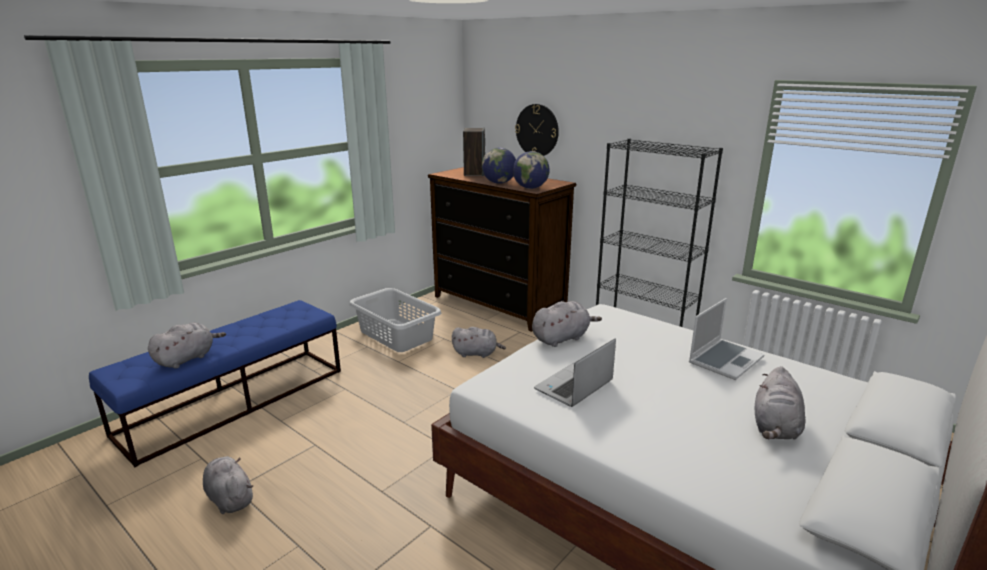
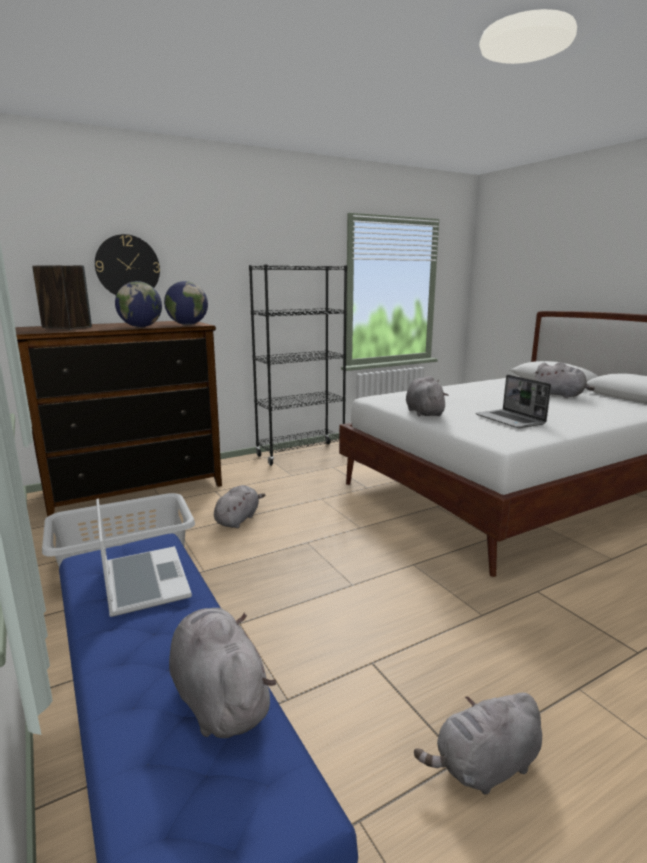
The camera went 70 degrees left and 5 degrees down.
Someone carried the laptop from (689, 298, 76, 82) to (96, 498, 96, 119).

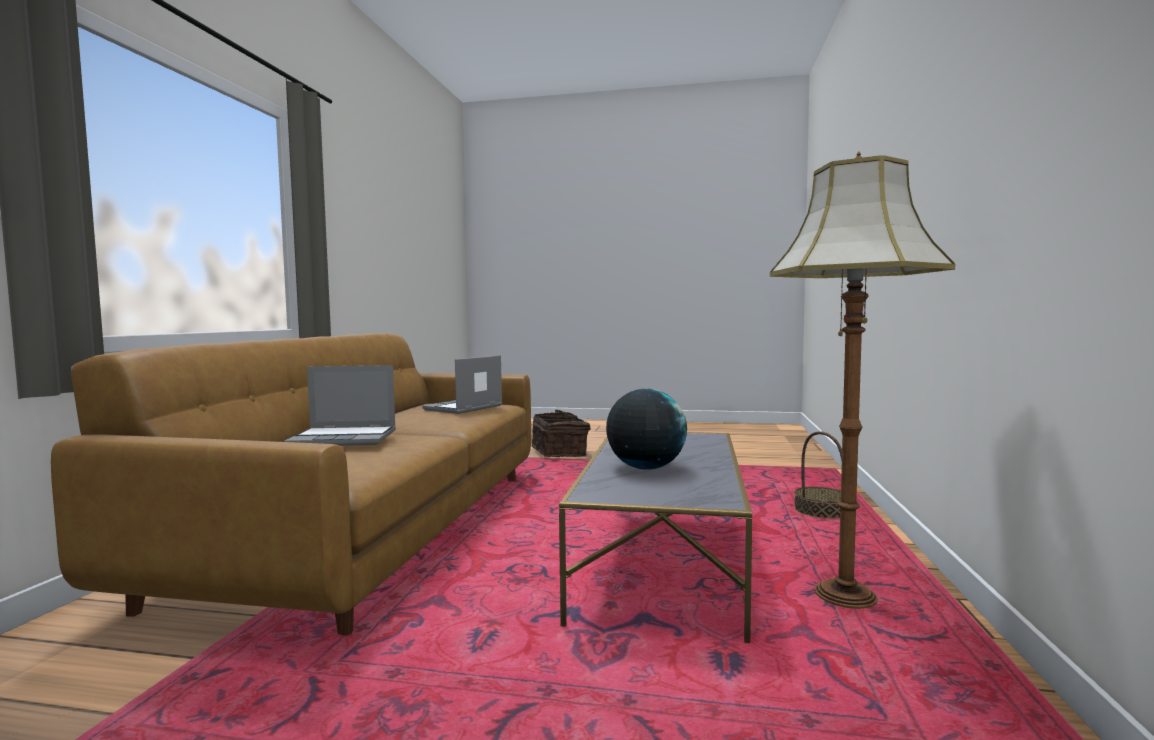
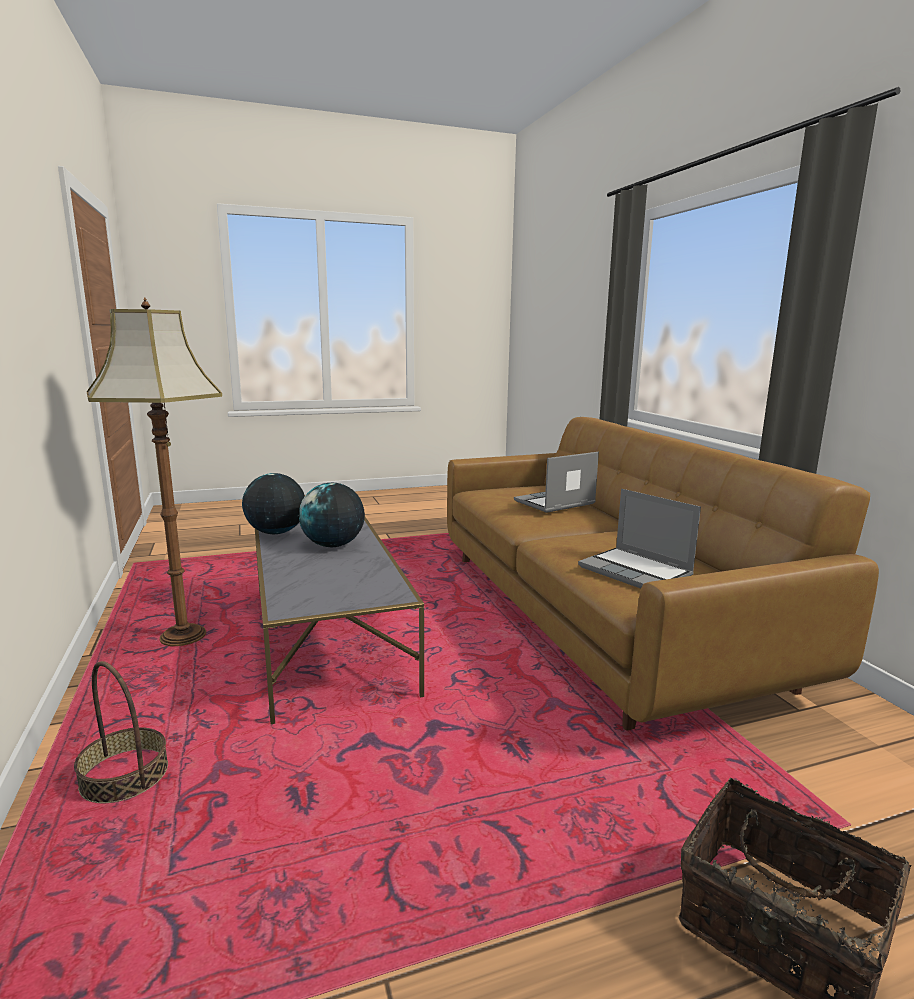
The camera went 150 degrees right and 10 degrees up.
Someone rotated the laptop at (422, 355, 80, 59) by 135 degrees clockwise.
Someone put down the globus at (242, 473, 63, 61).

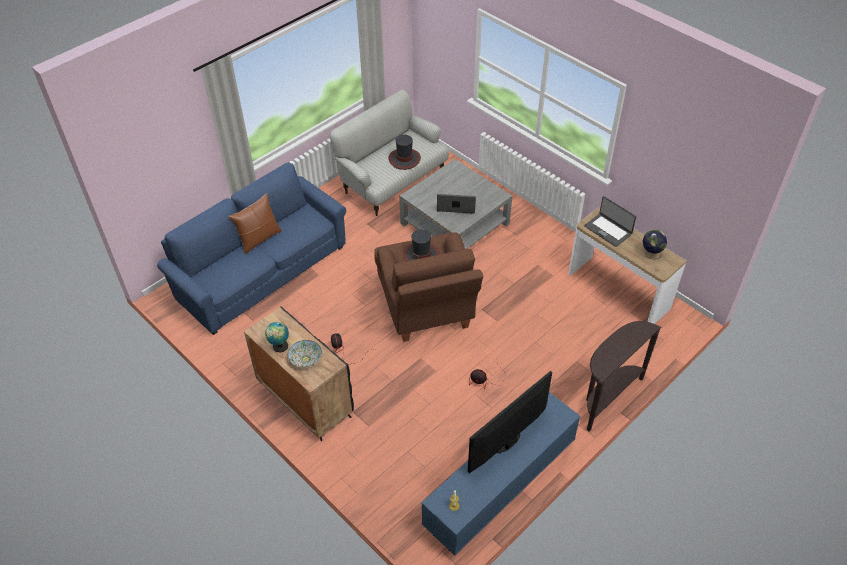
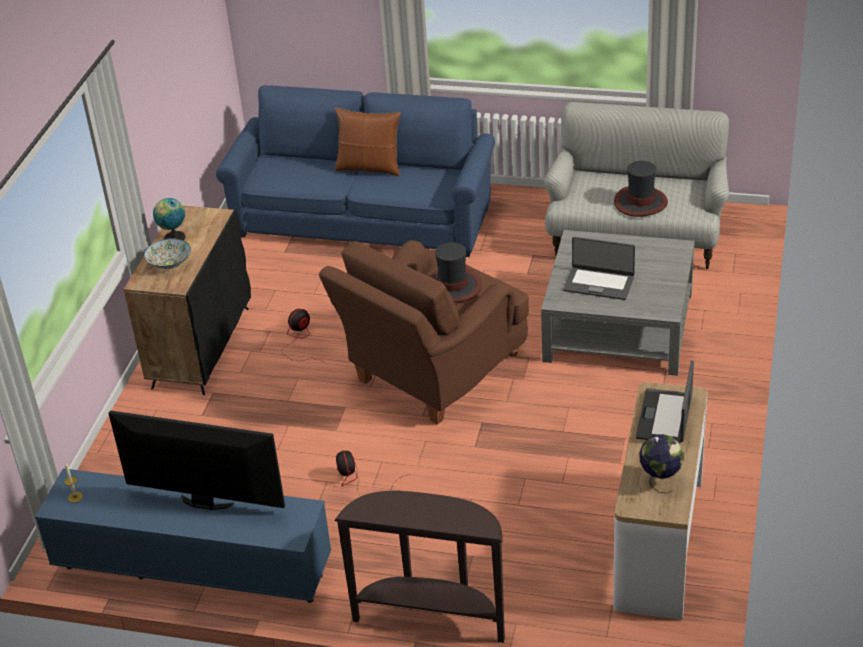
The camera went 60 degrees right and 10 degrees down.
Someone rotated the laptop at (437, 194, 39, 20) by 135 degrees clockwise.

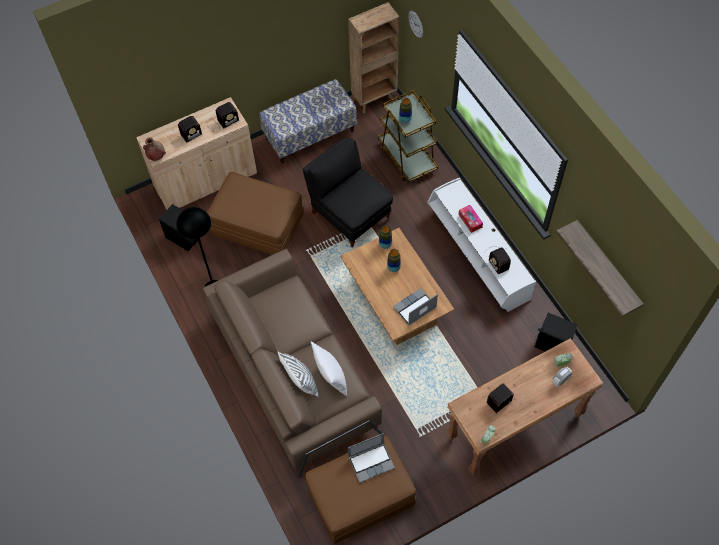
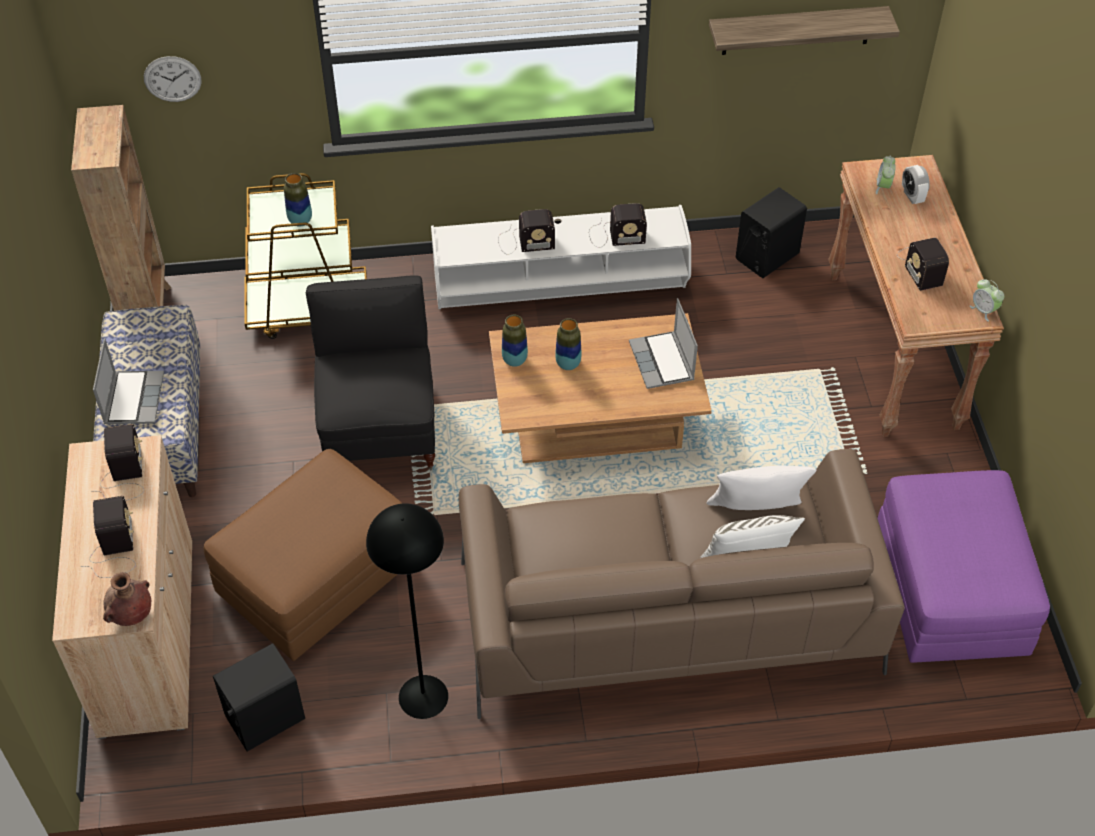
The camera went 70 degrees left and 10 degrees down.
Someone rotated the fotel/czarny at (303, 138, 90, 110) by 105 degrees clockwise.
Someone repainted the pufa/brązowy at (305, 436, 111, 108), which became the pufa/fioletowy at (878, 470, 172, 193).
Someone carried the laptop from (348, 433, 47, 50) to (93, 338, 71, 86).
Someone swapped the pudełko chusteczek at (458, 205, 25, 28) for the radio at (498, 209, 57, 46).

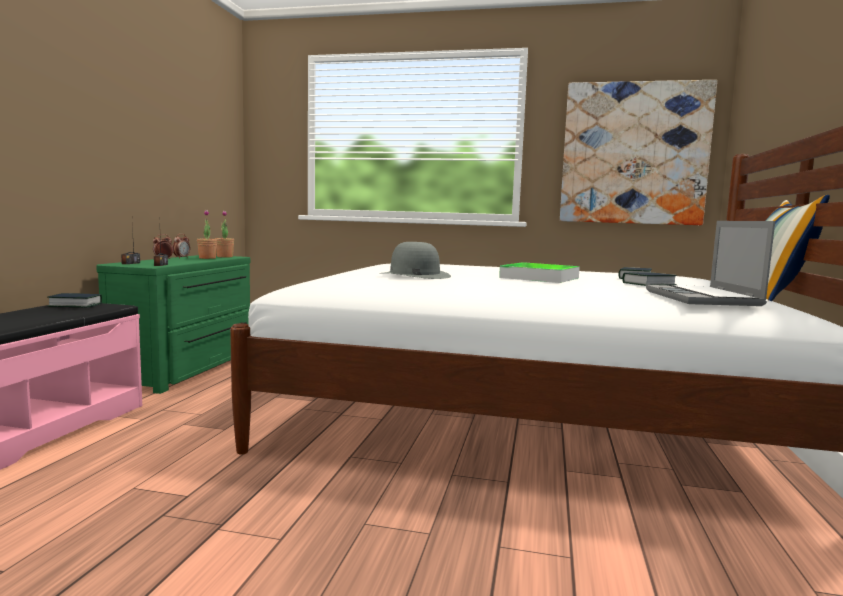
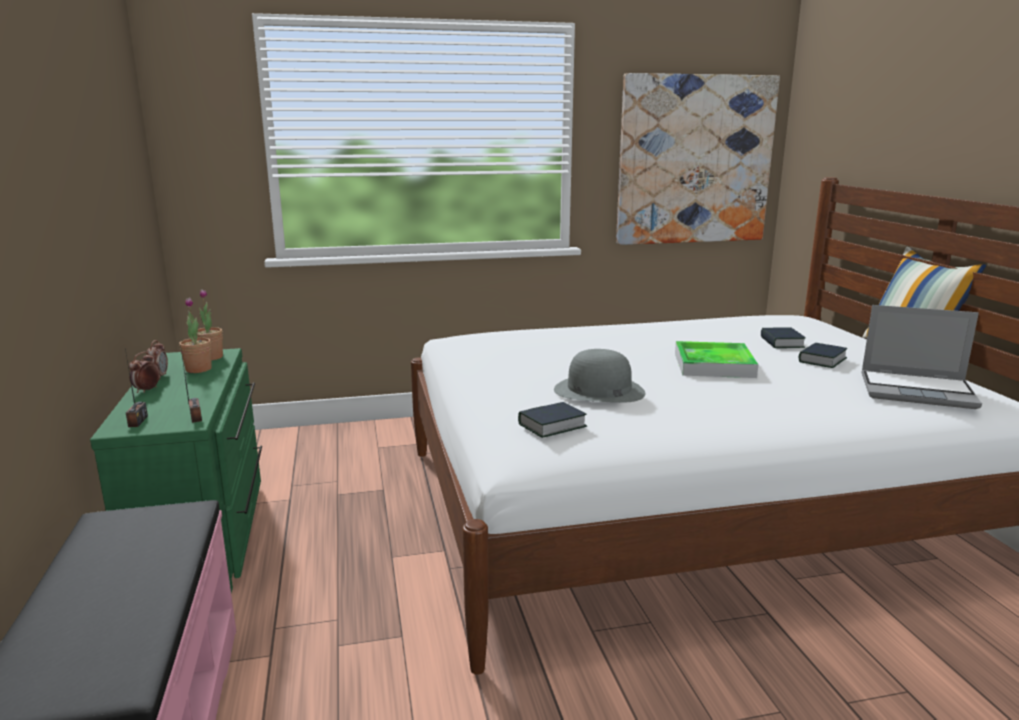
The camera went 25 degrees left and 10 degrees up.
Someone carried the książka from (48, 293, 54, 14) to (518, 402, 69, 36).
Someone rotated the laptop at (646, 221, 129, 85) by 45 degrees counterclockwise.

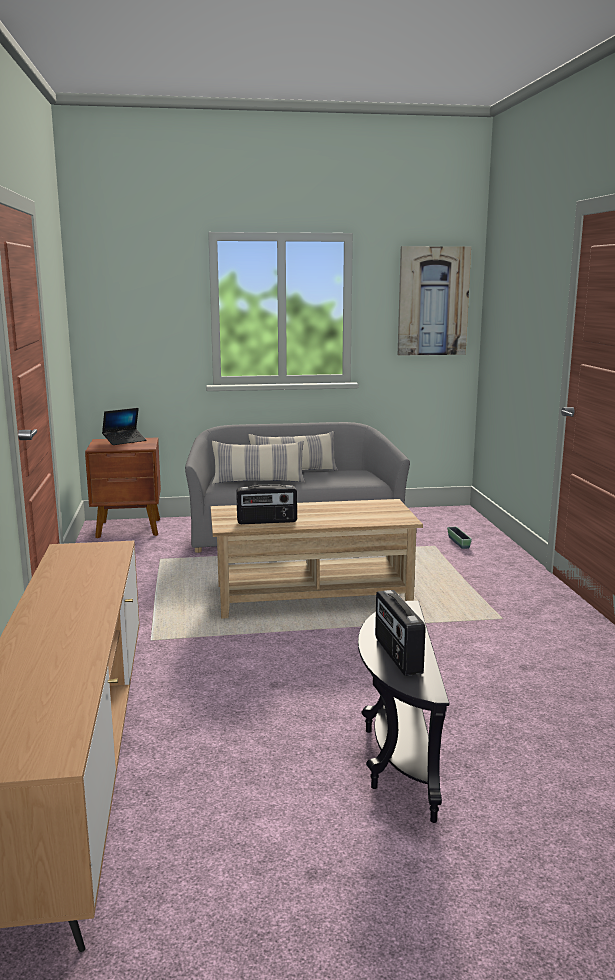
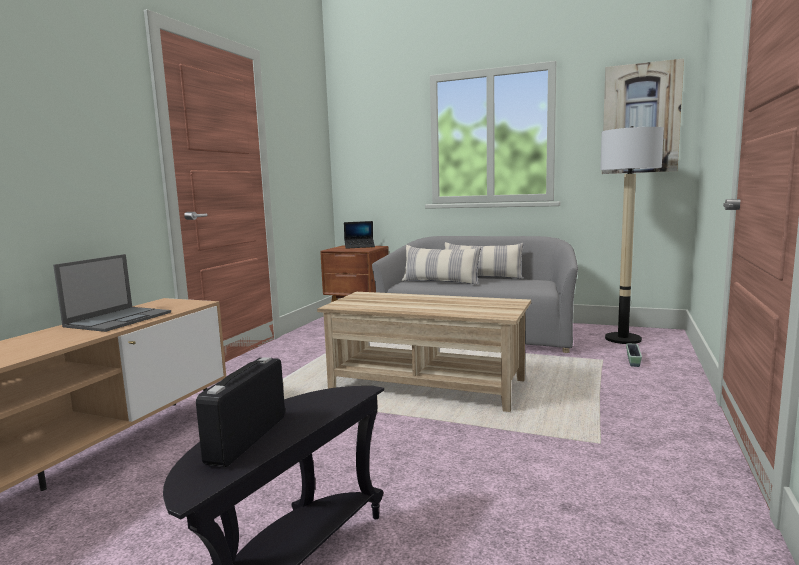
The camera went 30 degrees right and 5 degrees down.
Someone took away the radio at (236, 484, 61, 40).
Someone put down the laptop at (53, 254, 118, 78).
Someone put down the lampa stojąca at (600, 126, 64, 218).

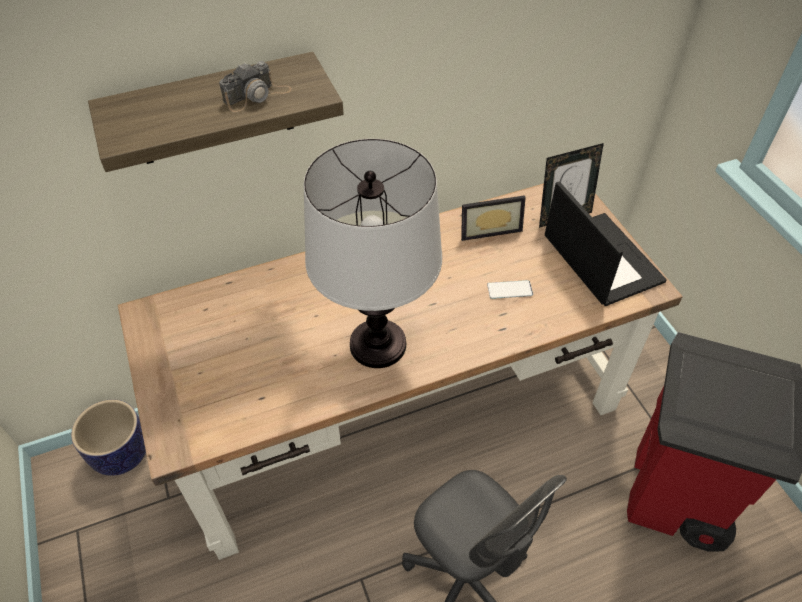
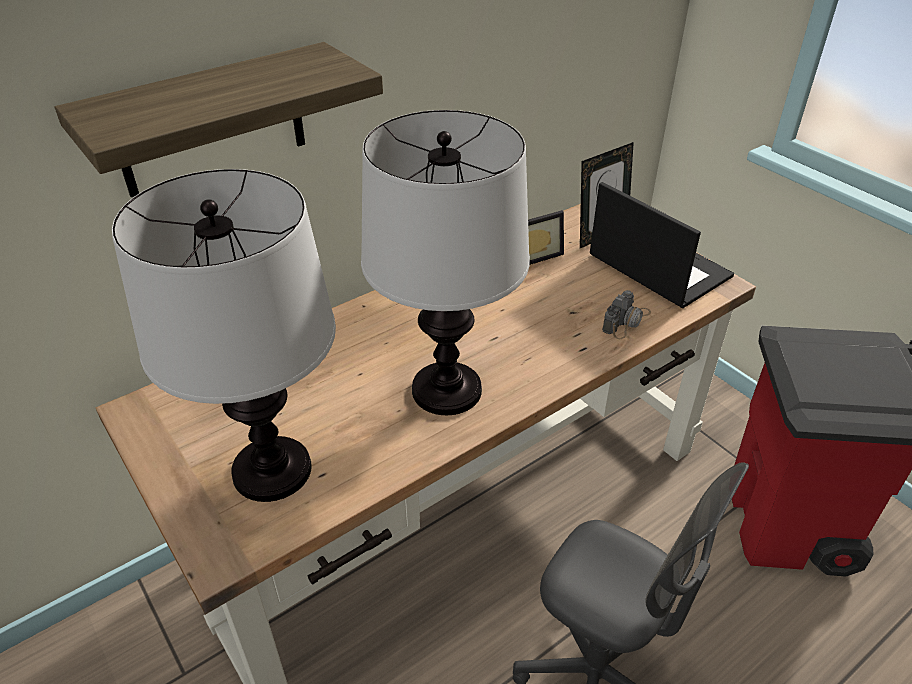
The camera went 15 degrees left and 10 degrees down.
Someone took away the donica at (71, 399, 75, 77).
Someone carried the aparat fotograficzny from (219, 61, 73, 51) to (602, 290, 49, 49).
Someone took away the telefon at (487, 280, 46, 19).
Someone put down the lampa stołowa at (112, 169, 224, 333).

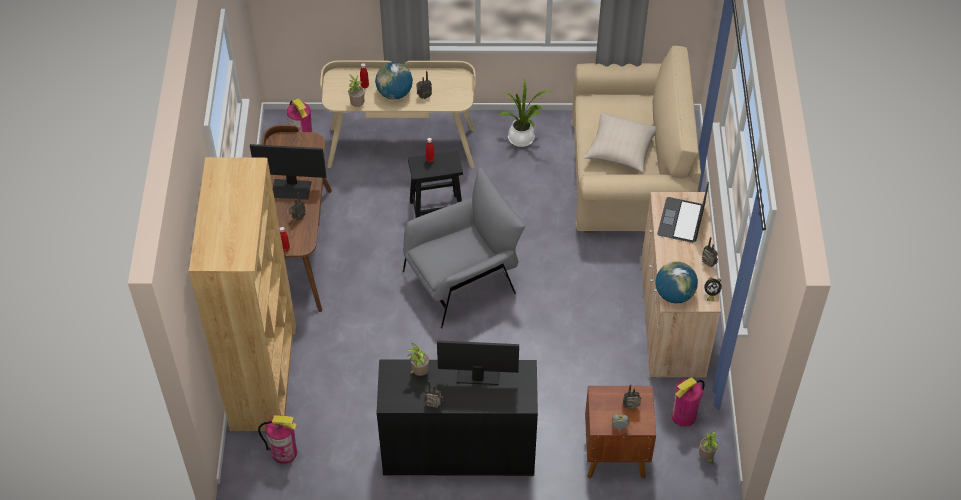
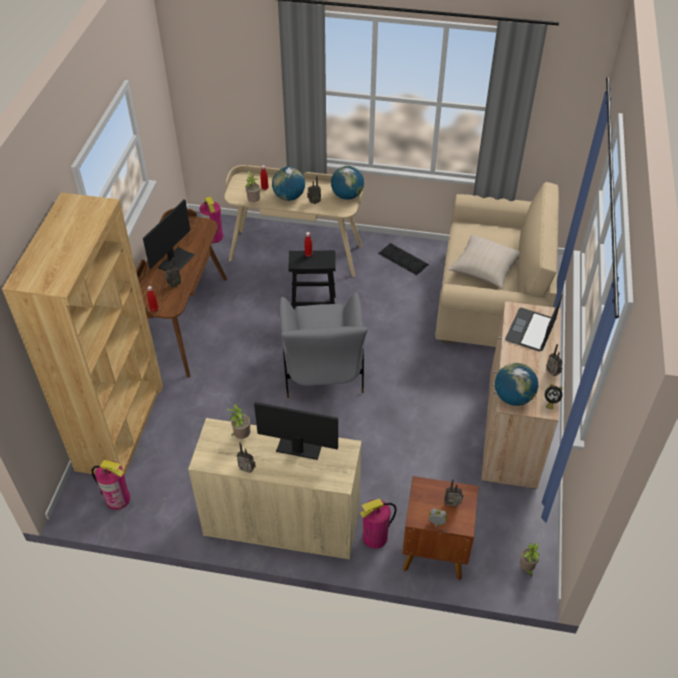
The camera went 10 degrees right and 5 degrees down.
Someone rotated the monitor at (250, 144, 76, 56) by 75 degrees counterclockwise.
Someone repainted the szafka/czarny at (377, 359, 161, 117), which became the szafka/beżowy at (188, 418, 174, 142).
Someone rotated the fotel/szary at (403, 168, 122, 161) by 105 degrees clockwise.
Someone swapped the roślina doniczkowa at (498, 79, 54, 68) for the klawiatura at (378, 243, 51, 32).
Someone carried the gaśnica from (671, 377, 34, 50) to (360, 498, 37, 51).
Someone put down the globus at (331, 166, 33, 34).

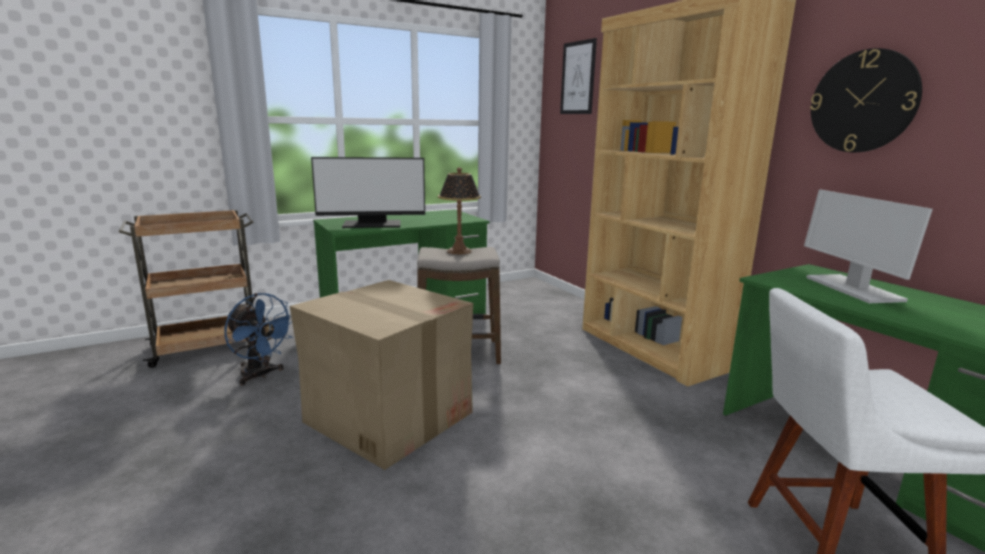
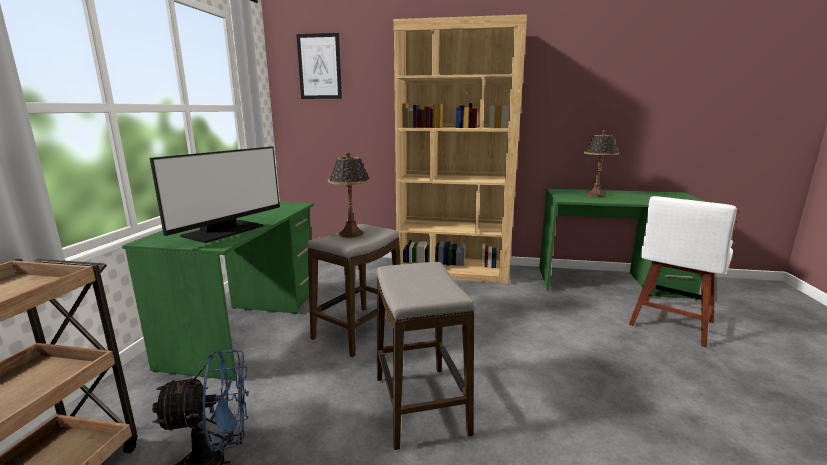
The camera went 50 degrees left and 0 degrees up.
Someone swapped the karton at (290, 280, 183, 190) for the stołek at (377, 262, 98, 188).
Someone swapped the monitor at (804, 189, 129, 114) for the lampa stołowa at (584, 130, 35, 67).
Someone took away the zegar ścienny at (810, 48, 112, 104).

